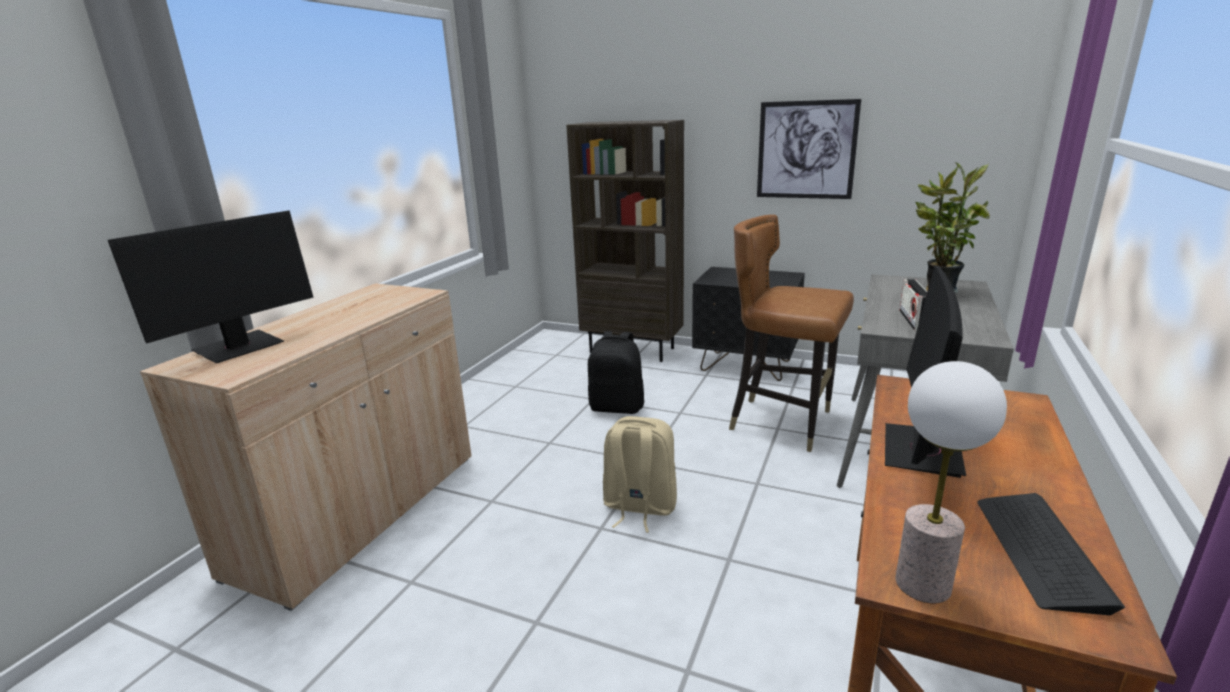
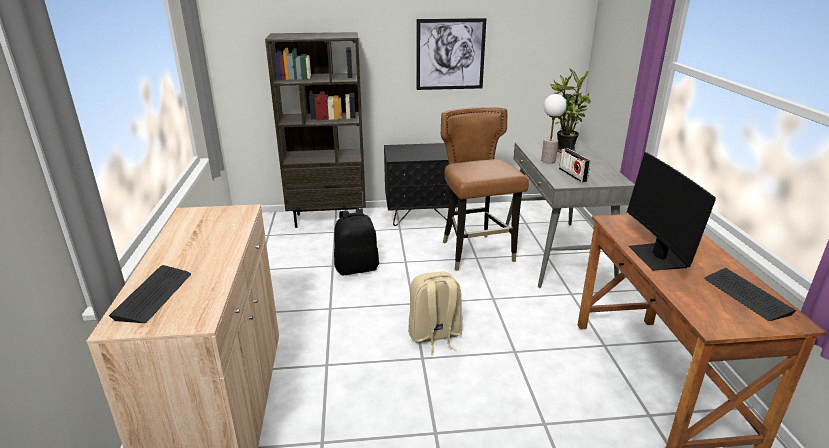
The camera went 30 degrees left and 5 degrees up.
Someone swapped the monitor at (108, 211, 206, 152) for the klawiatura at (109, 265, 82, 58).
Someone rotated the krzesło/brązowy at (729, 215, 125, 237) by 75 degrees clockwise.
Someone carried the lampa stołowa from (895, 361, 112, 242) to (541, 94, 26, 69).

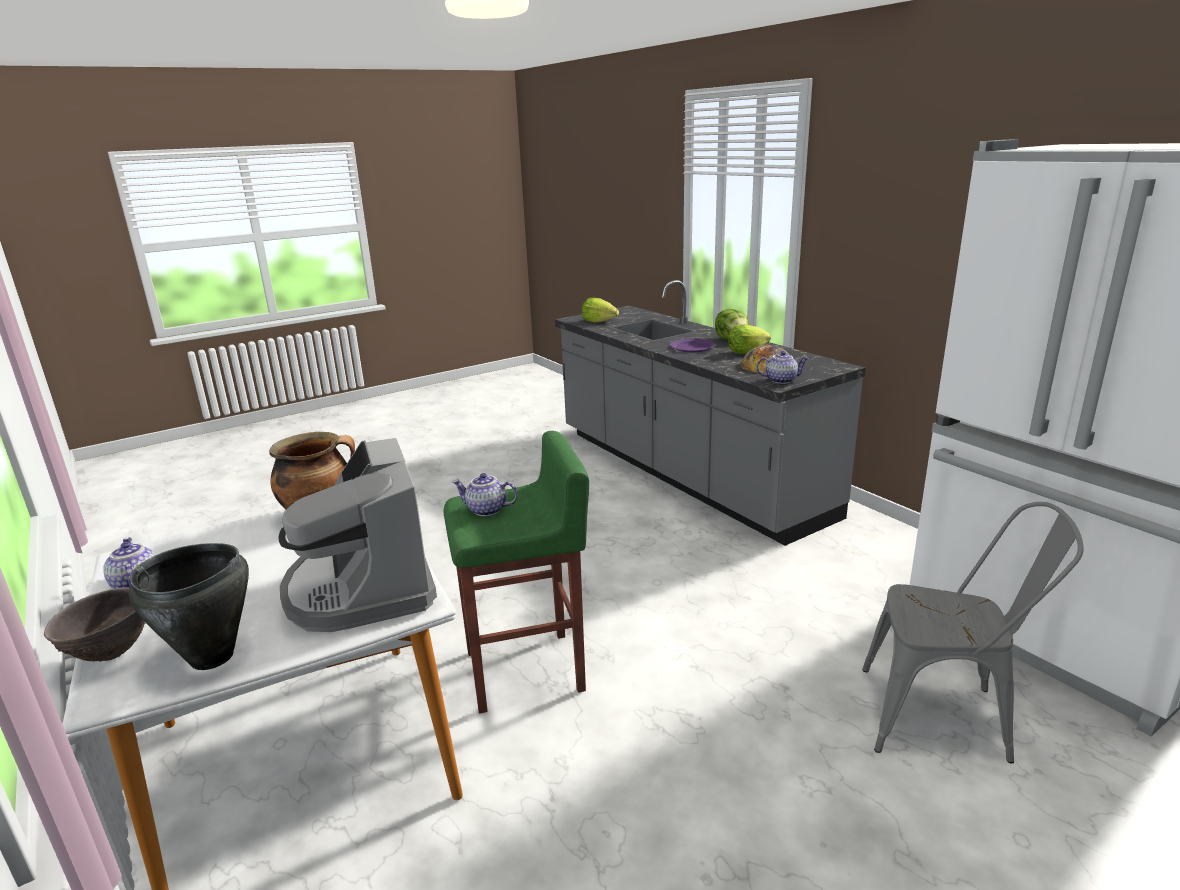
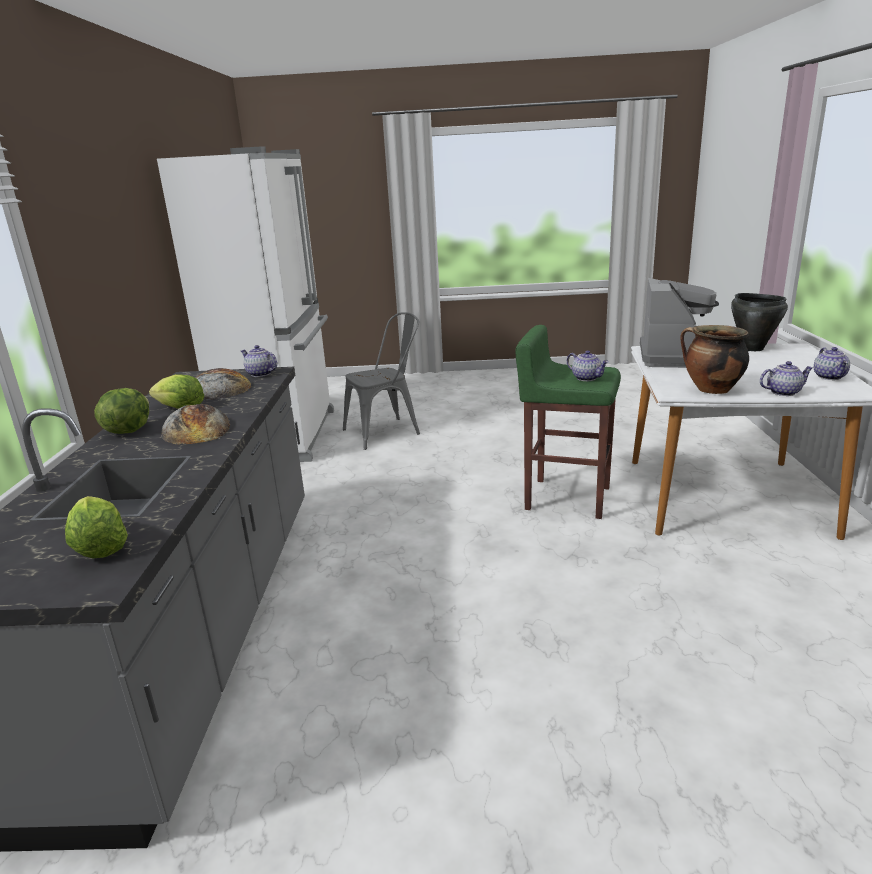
The camera went 145 degrees left and 0 degrees up.
Someone took away the miska/brązowy at (44, 587, 102, 75).
Someone swapped the talerz/fioletowy at (670, 339, 45, 13) for the chleb at (161, 404, 69, 41).
Someone rotated the krzesło/szary at (862, 502, 222, 261) by 105 degrees clockwise.
Someone put down the imbryk at (760, 361, 53, 35).

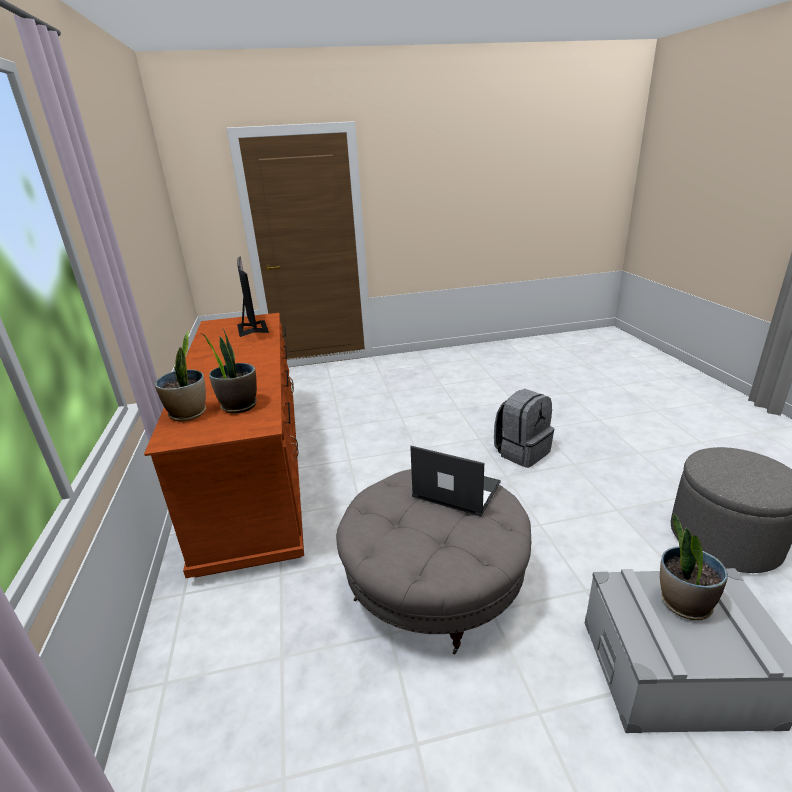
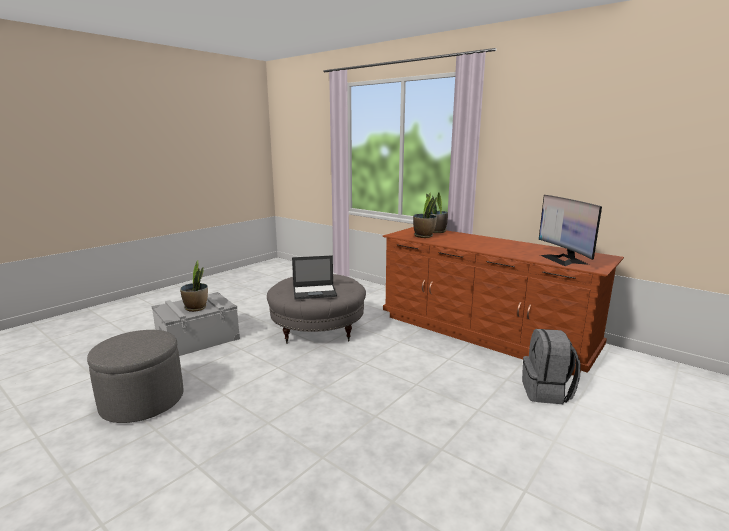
The camera went 140 degrees right and 10 degrees down.
Someone rotated the monitor at (237, 257, 32, 80) by 45 degrees clockwise.
Someone carried the plecak/szary from (494, 389, 60, 79) to (522, 329, 59, 75).

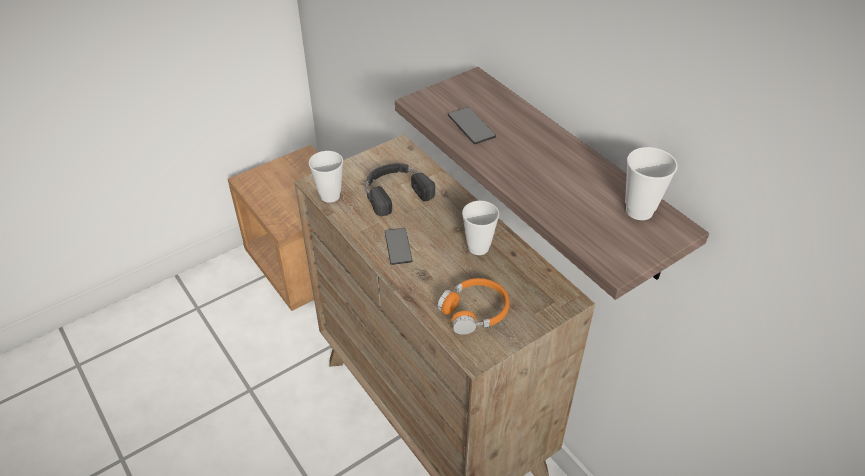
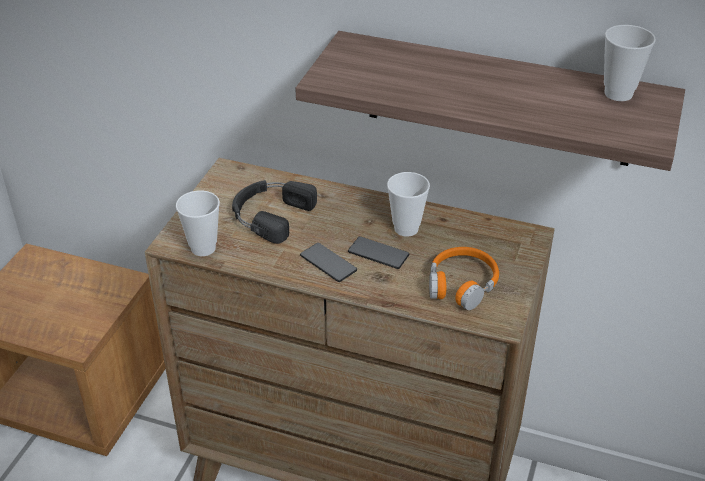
The camera went 35 degrees left and 5 degrees down.
Someone carried the telefon from (448, 107, 48, 37) to (348, 236, 61, 33).

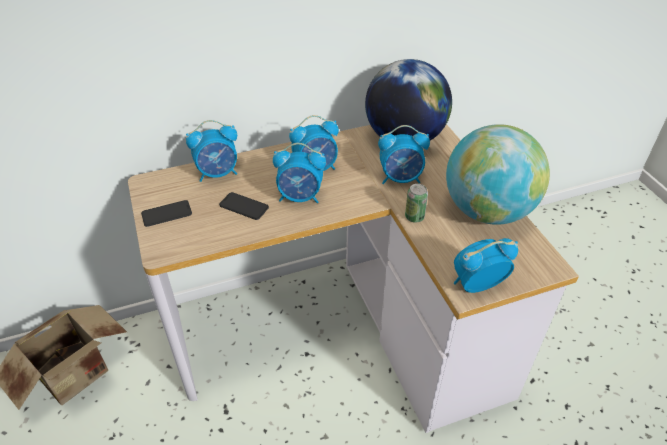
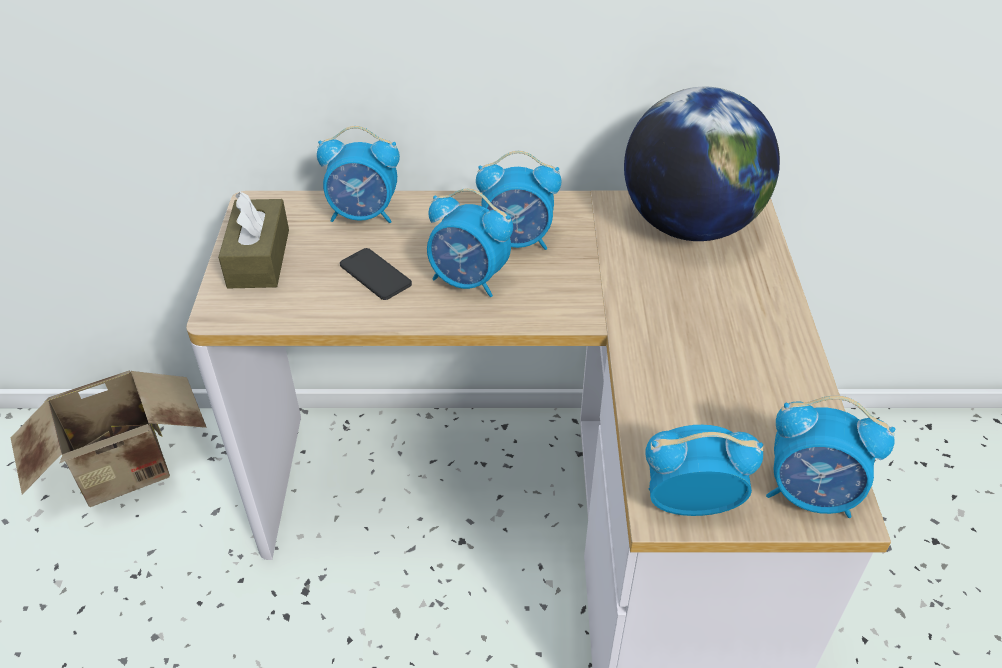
The camera went 20 degrees right and 0 degrees up.
Someone swapped the telefon at (141, 200, 51, 27) for the pudełko chusteczek/brązowy at (218, 192, 71, 96).
Someone carried the budzik from (378, 125, 52, 59) to (766, 395, 130, 123).
Someone took away the puszka at (405, 184, 23, 39).
Someone took away the globus at (446, 124, 104, 101).

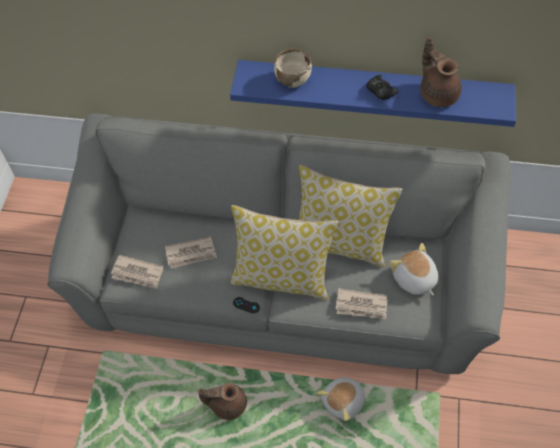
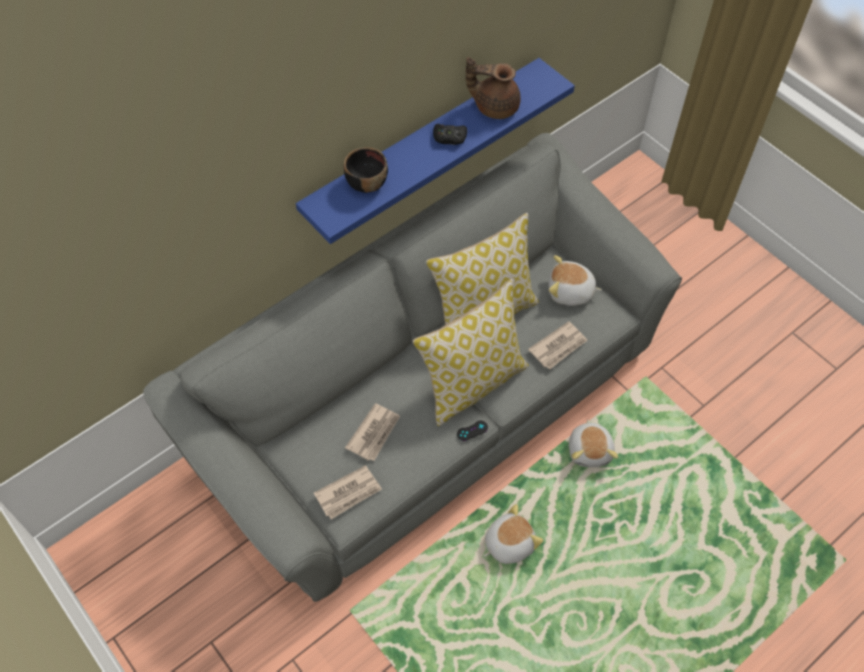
The camera went 50 degrees left and 0 degrees up.
Someone swapped the imbryk/brązowy at (198, 383, 49, 37) for the pluszak at (484, 504, 59, 60).
Someone repainted the miska/beżowy at (274, 49, 38, 39), which became the miska/czarny at (344, 148, 44, 45).

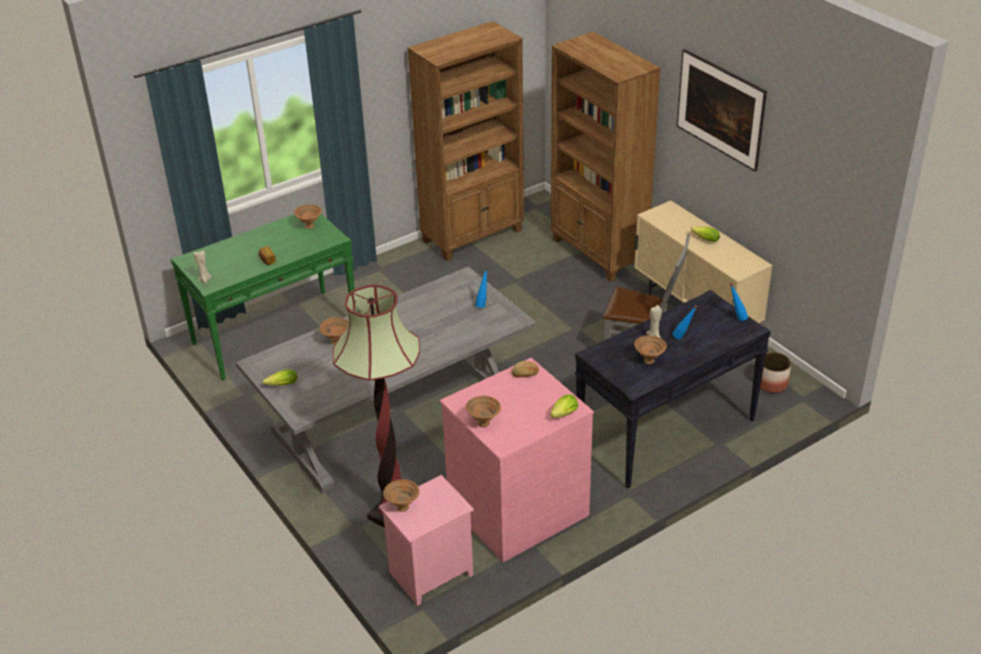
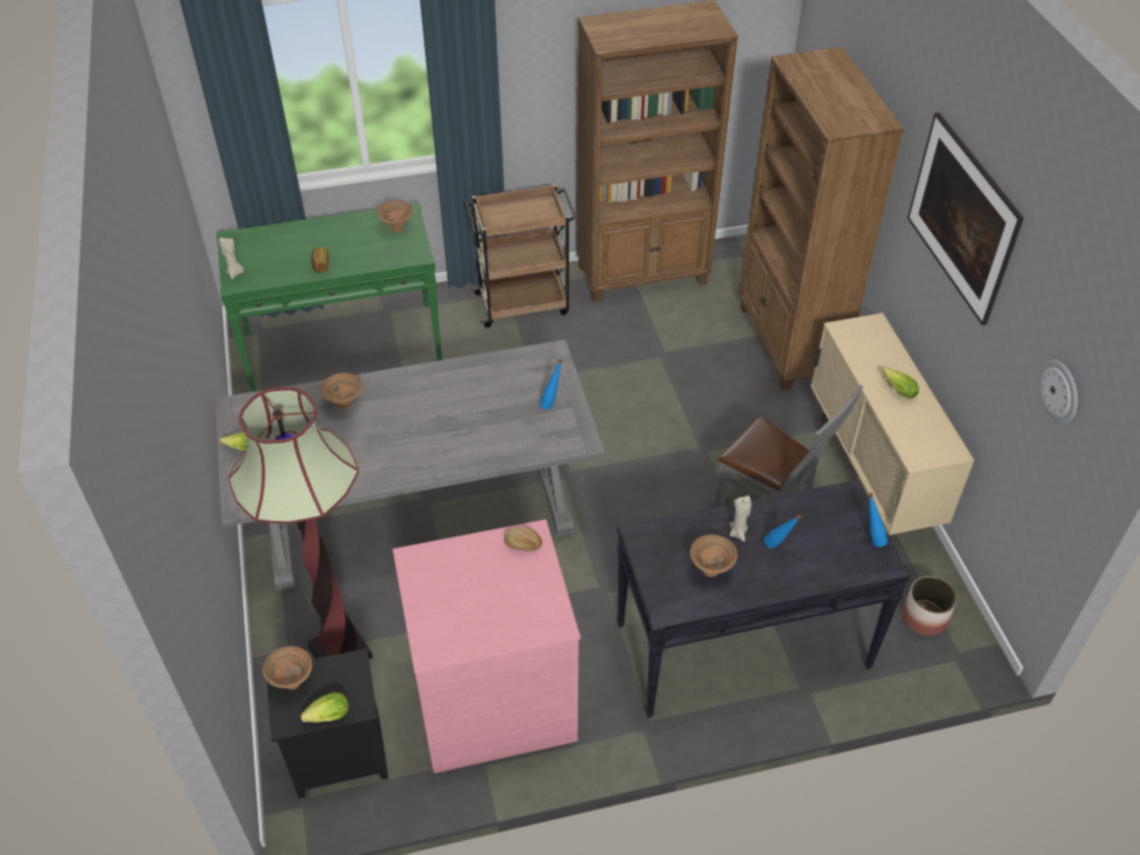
The camera went 20 degrees right and 10 degrees up.
Someone repainted the szafka nocna/różowy at (379, 475, 95, 131), which became the szafka nocna/czarny at (267, 648, 122, 150).
Someone took away the miska/brązowy at (466, 396, 35, 31).
Someone carried the sałata from (550, 394, 28, 24) to (301, 692, 48, 31).
Someone put down the wózek/brązowy at (465, 184, 112, 144).
Someone put up the zegar ścienny at (1039, 359, 39, 65).

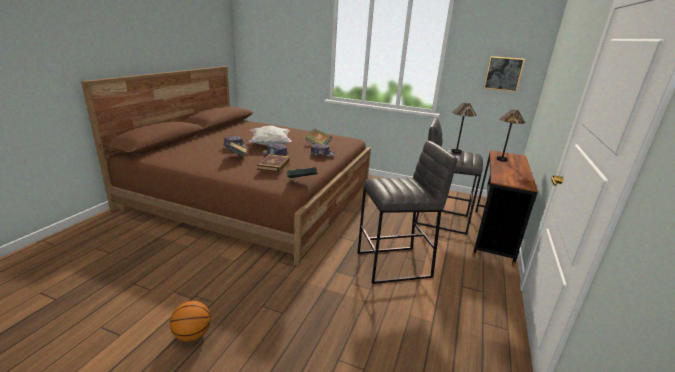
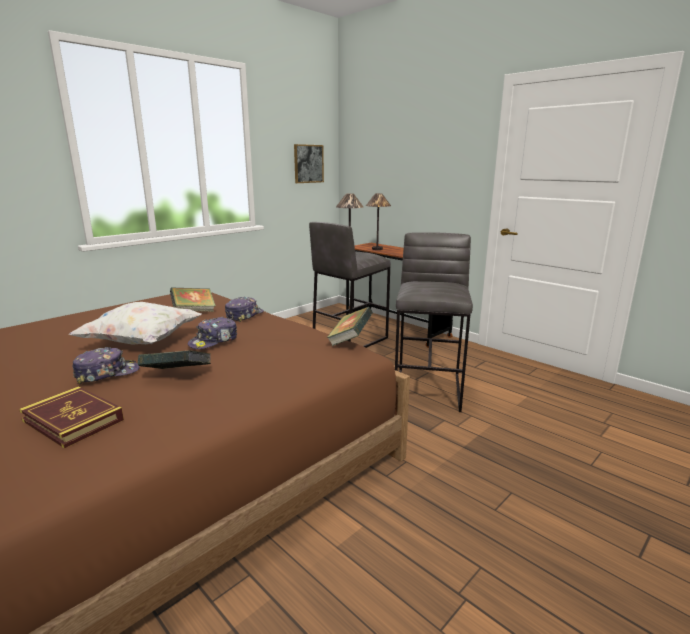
The camera went 65 degrees left and 5 degrees down.
Someone took away the piłka do koszykówki at (170, 301, 41, 41).
Someone carried the książka from (257, 154, 33, 19) to (19, 386, 105, 62).

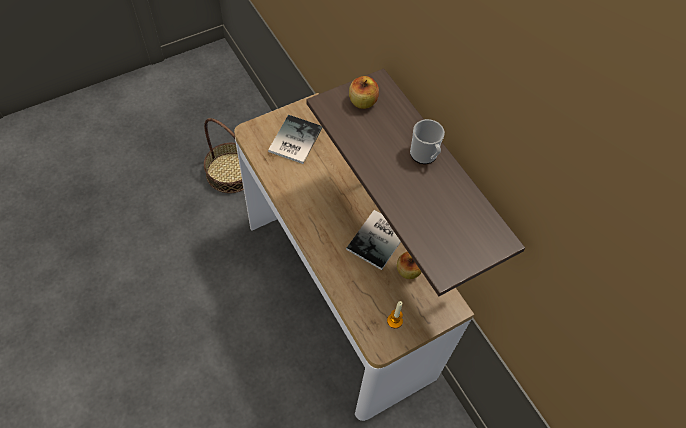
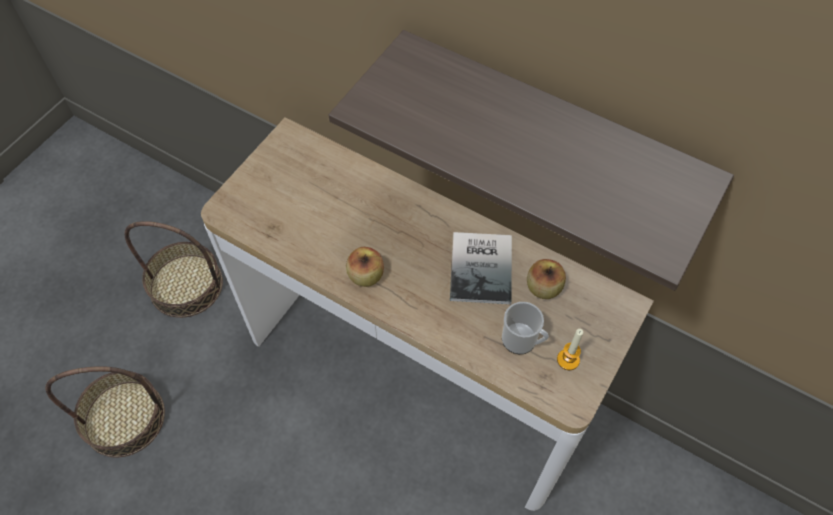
The camera went 25 degrees left and 0 degrees up.
Someone took away the książka at (268, 115, 55, 49).
Someone carried the jabłko from (349, 76, 30, 33) to (346, 247, 38, 40).
Someone carried the kubek from (410, 119, 35, 45) to (502, 302, 47, 52).
Someone put down the koszyk at (45, 366, 120, 92).

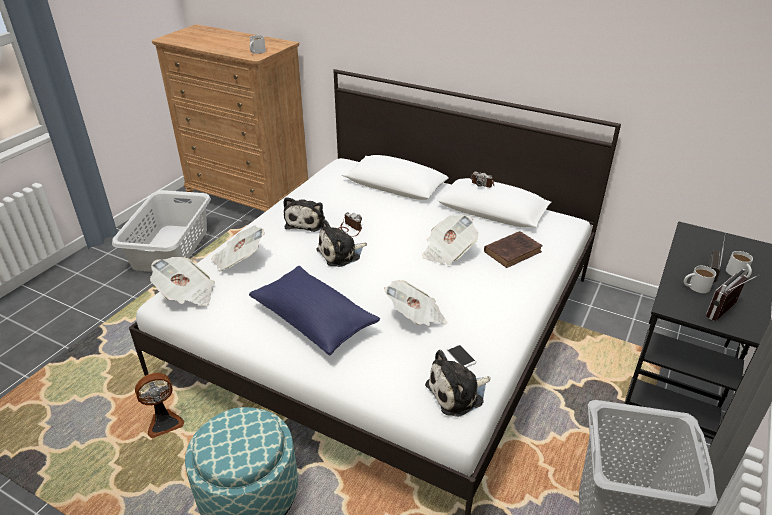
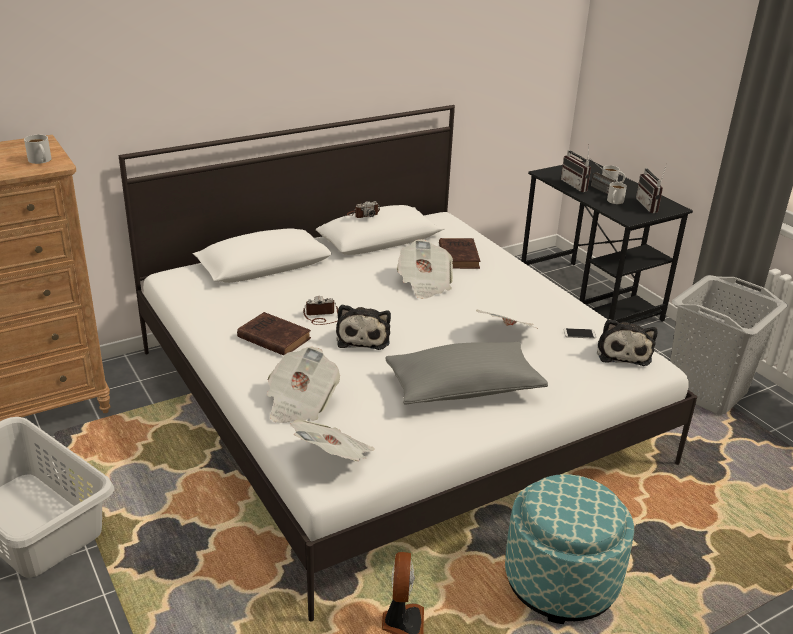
The camera went 60 degrees left and 5 degrees down.
Someone repainted the poduszka/niebieski at (249, 266, 131, 90), which became the poduszka/szary at (385, 341, 163, 64).
Someone swapped the pluszak at (284, 197, 41, 35) for the książka/brązowy at (237, 312, 74, 44).
Someone put down the radio at (561, 144, 30, 48).

